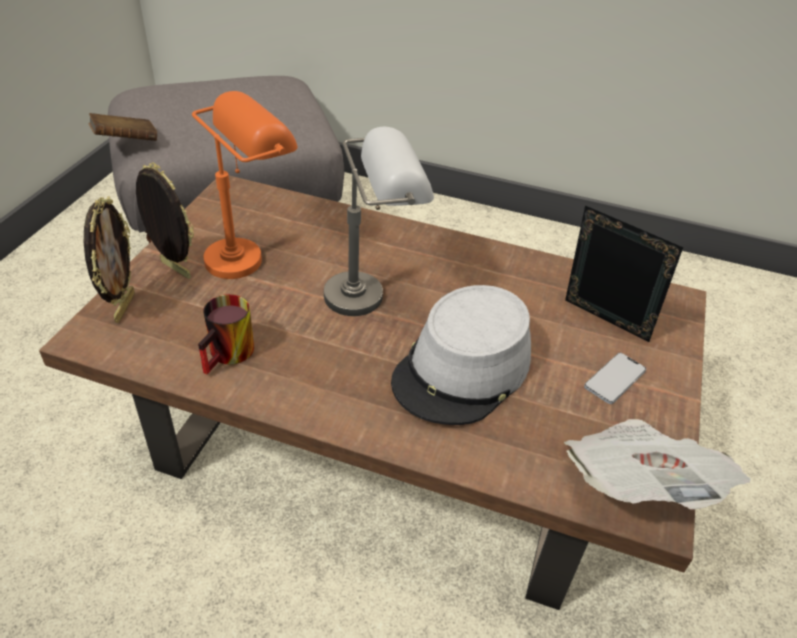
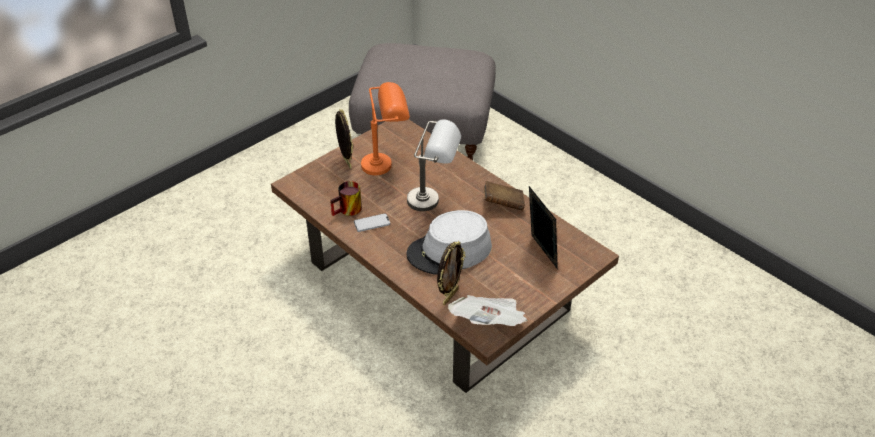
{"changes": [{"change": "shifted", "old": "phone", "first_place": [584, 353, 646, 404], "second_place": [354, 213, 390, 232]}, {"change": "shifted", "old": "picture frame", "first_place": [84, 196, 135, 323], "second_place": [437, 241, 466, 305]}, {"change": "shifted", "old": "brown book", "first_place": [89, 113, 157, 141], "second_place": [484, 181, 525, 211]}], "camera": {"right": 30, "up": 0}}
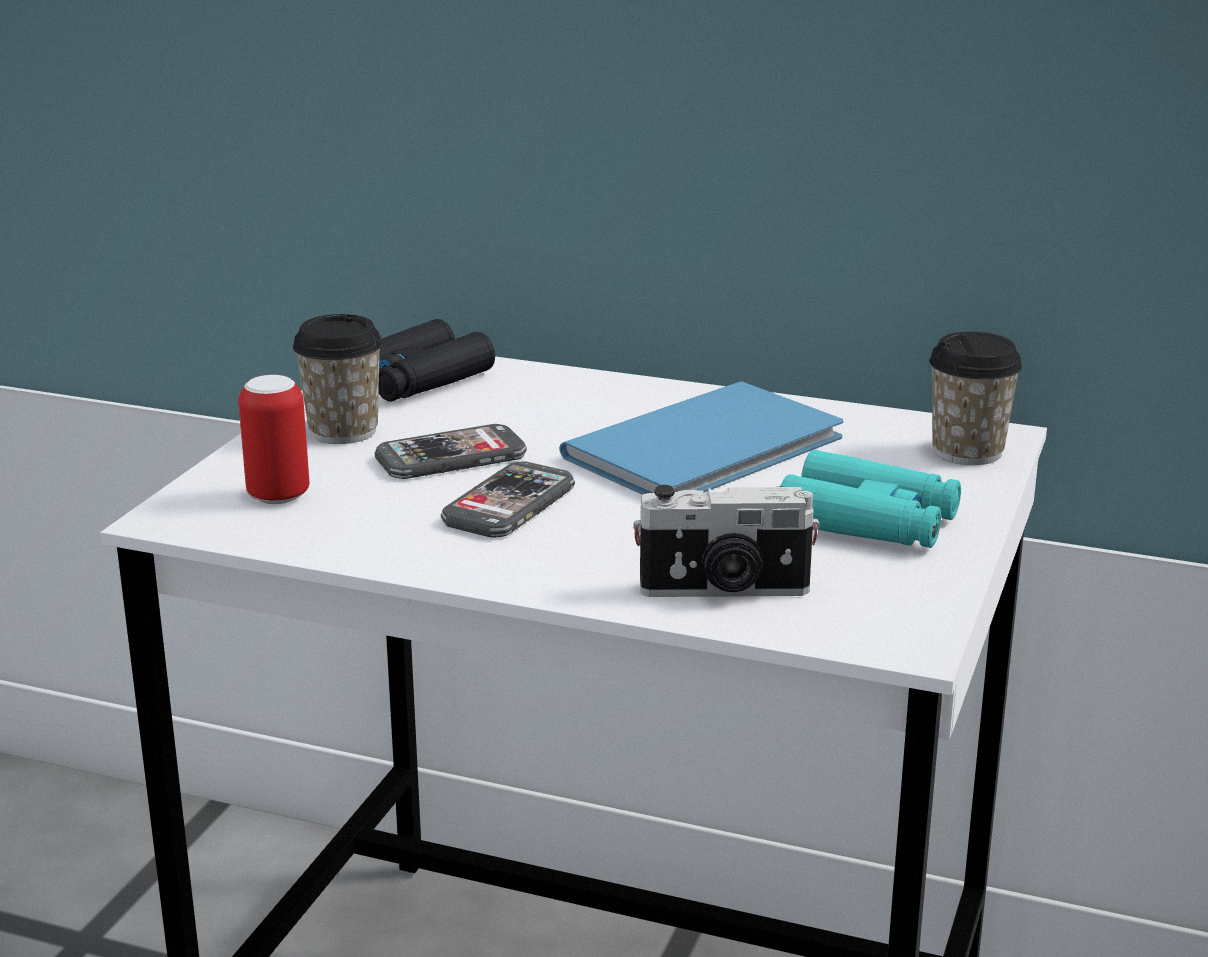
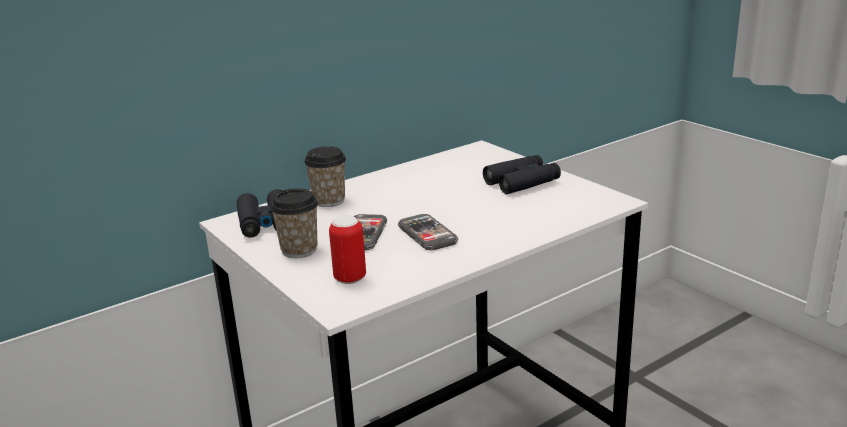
{"changes": [{"change": "shifted", "old": "cup", "first_place": [929, 332, 1022, 465], "second_place": [304, 146, 346, 207]}, {"change": "repainted", "old": "turquoise binoculars", "new": "black binoculars", "first_place": [781, 450, 961, 548], "second_place": [483, 155, 561, 194]}, {"change": "gone", "old": "blue book", "first_place": [559, 381, 843, 495]}, {"change": "gone", "old": "photo camera", "first_place": [633, 485, 820, 597]}], "camera": {"right": -55, "up": 0}}
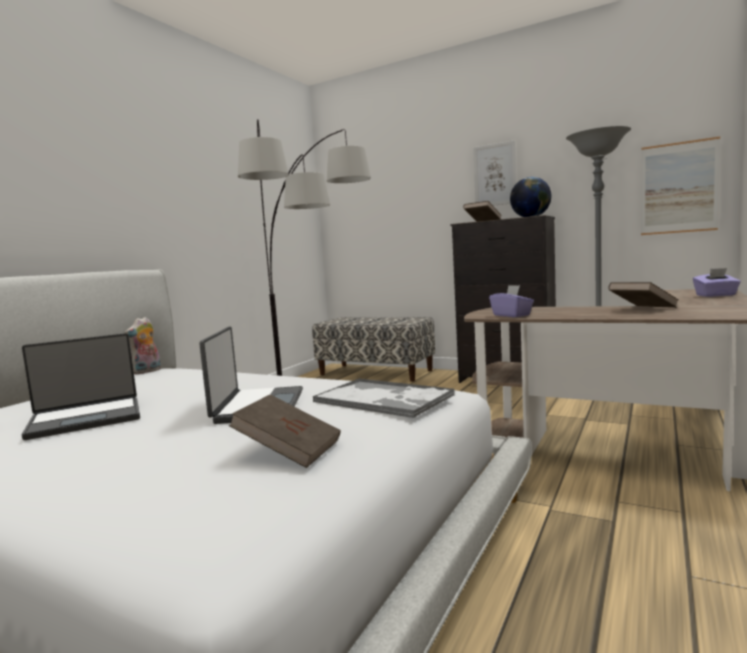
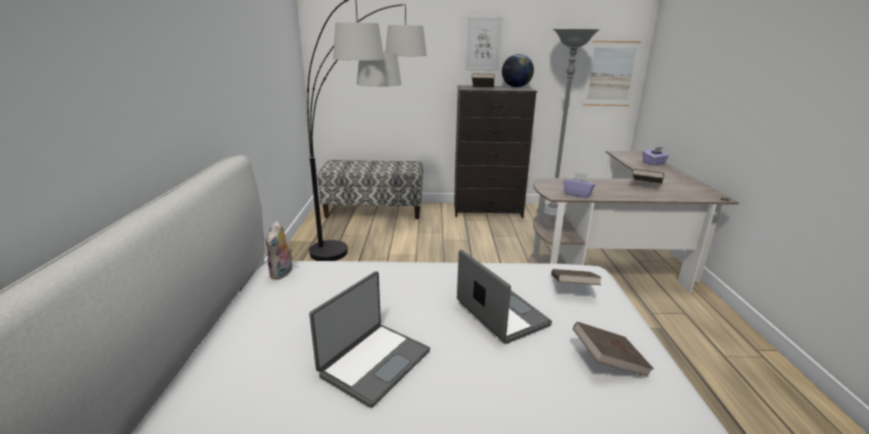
{"changes": [{"change": "swapped", "old": "tray", "new": "brown book", "first_place": [313, 378, 455, 418], "second_place": [551, 269, 602, 285]}], "camera": {"right": -30, "up": 15}}
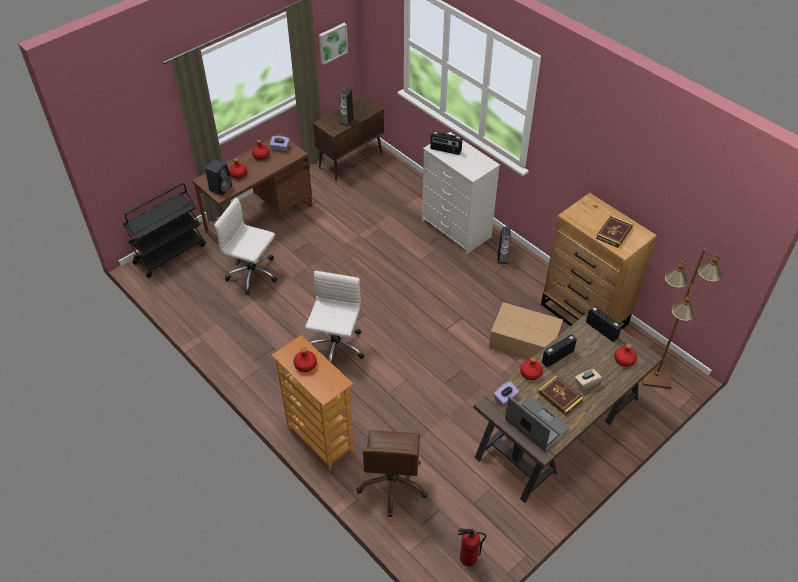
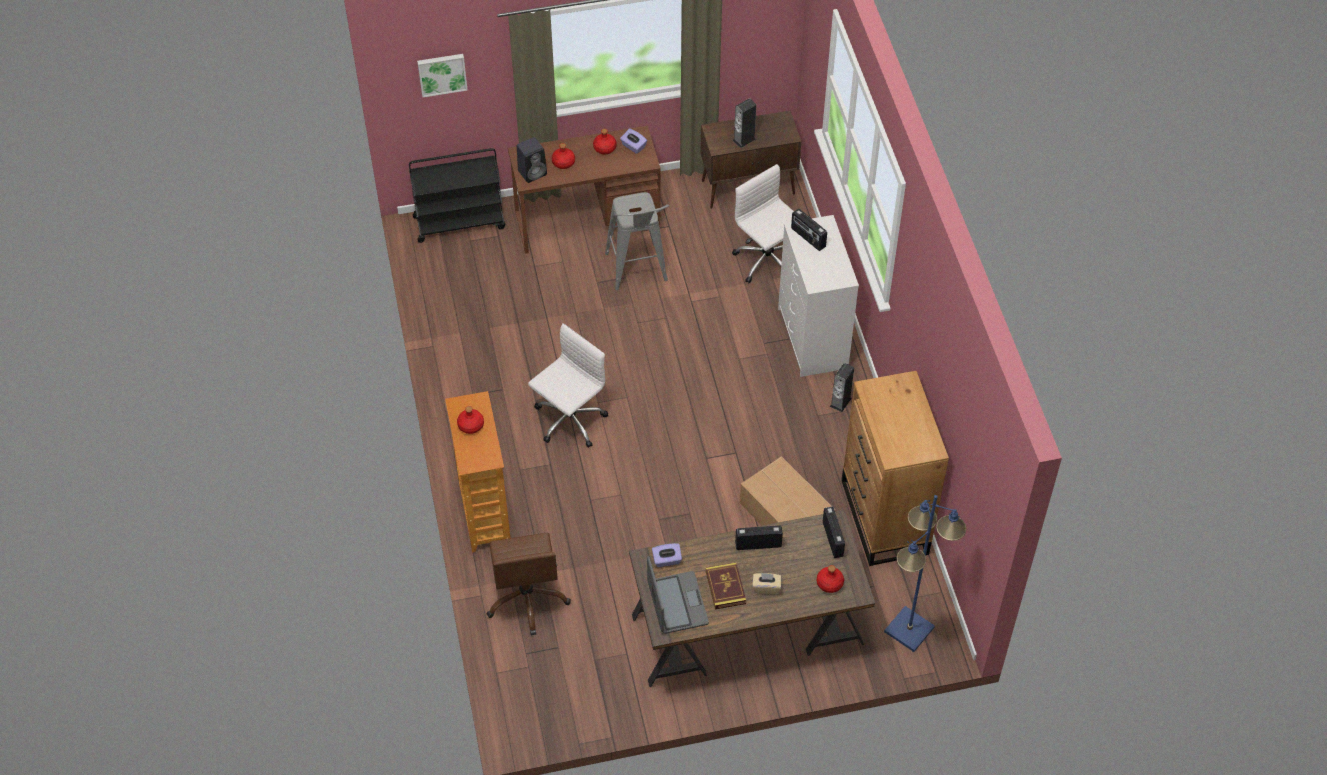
{"changes": [{"change": "shifted", "old": "picture", "first_place": [319, 23, 348, 65], "second_place": [417, 54, 467, 97]}, {"change": "rotated", "old": "brown office chair", "first_place": [357, 430, 428, 517], "second_place": [486, 532, 571, 635], "degrees": -45}, {"change": "new", "new": "grey stool", "second_place": [605, 192, 670, 290]}, {"change": "shifted", "old": "white office chair", "first_place": [214, 198, 277, 295], "second_place": [732, 164, 794, 283]}, {"change": "repainted", "old": "brown floor lamp", "new": "blue floor lamp", "first_place": [643, 248, 723, 389], "second_place": [884, 495, 966, 652]}, {"change": "gone", "old": "fire extinguisher", "first_place": [458, 527, 486, 566]}, {"change": "gone", "old": "red bottle", "first_place": [520, 357, 543, 380]}, {"change": "gone", "old": "book", "first_place": [596, 215, 633, 248]}], "camera": {"right": 30, "up": 5}}
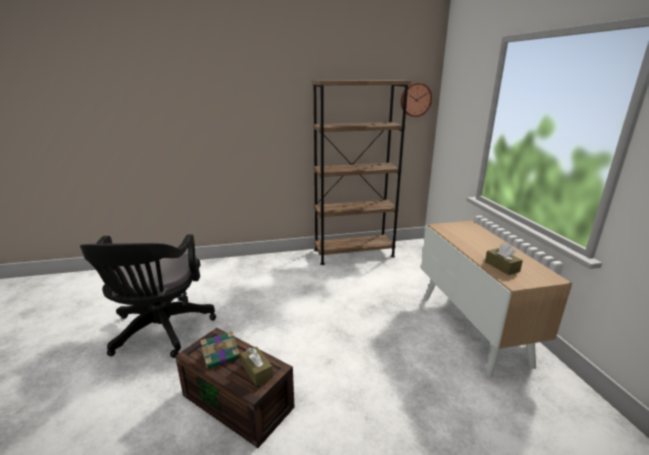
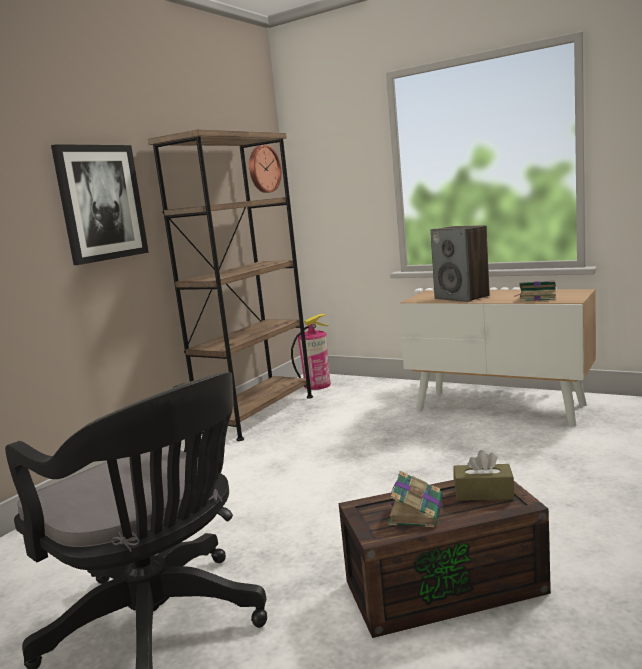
{"changes": [{"change": "new", "new": "picture", "second_place": [51, 144, 149, 265]}, {"change": "new", "new": "fire extinguisher", "second_place": [291, 314, 331, 390]}, {"change": "new", "new": "speaker", "second_place": [430, 225, 490, 302]}, {"change": "swapped", "old": "brown tissue box", "new": "book", "first_place": [485, 243, 523, 275], "second_place": [514, 281, 556, 301]}], "camera": {"right": -45, "up": -10}}
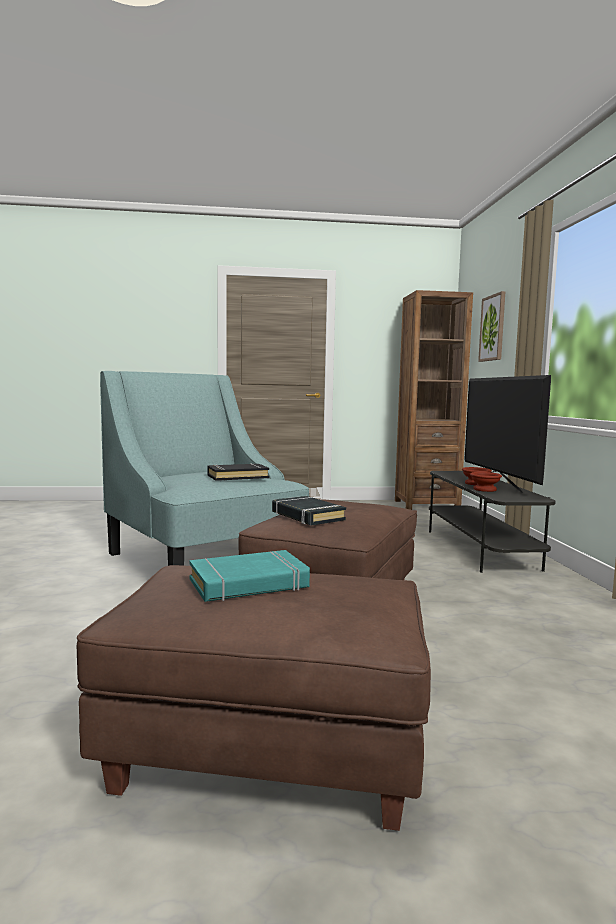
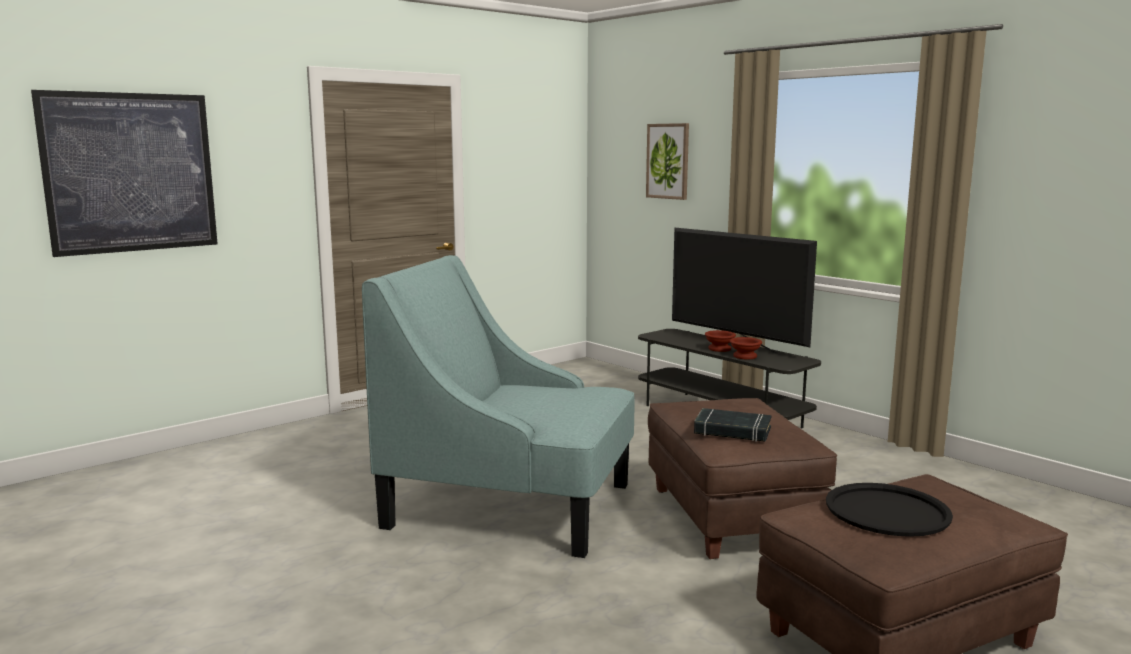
{"changes": [{"change": "new", "new": "picture", "second_place": [31, 90, 218, 257]}, {"change": "swapped", "old": "turquoise book", "new": "black tray", "first_place": [189, 550, 310, 602], "second_place": [826, 483, 953, 537]}, {"change": "gone", "old": "black book", "first_place": [207, 463, 269, 481]}, {"change": "gone", "old": "brown bookcase", "first_place": [395, 290, 473, 510]}], "camera": {"right": -35, "up": 5}}
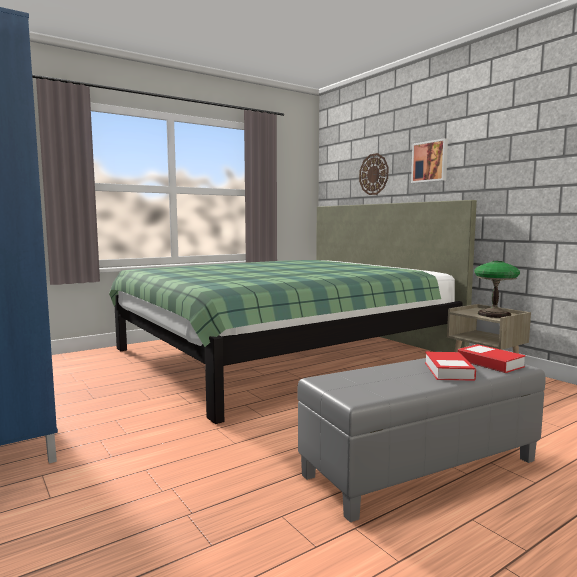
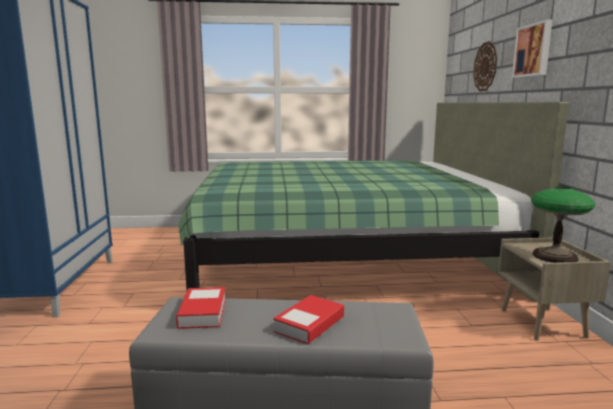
{"changes": [{"change": "shifted", "old": "book", "first_place": [458, 344, 526, 373], "second_place": [176, 287, 226, 329]}], "camera": {"right": 30, "up": 5}}
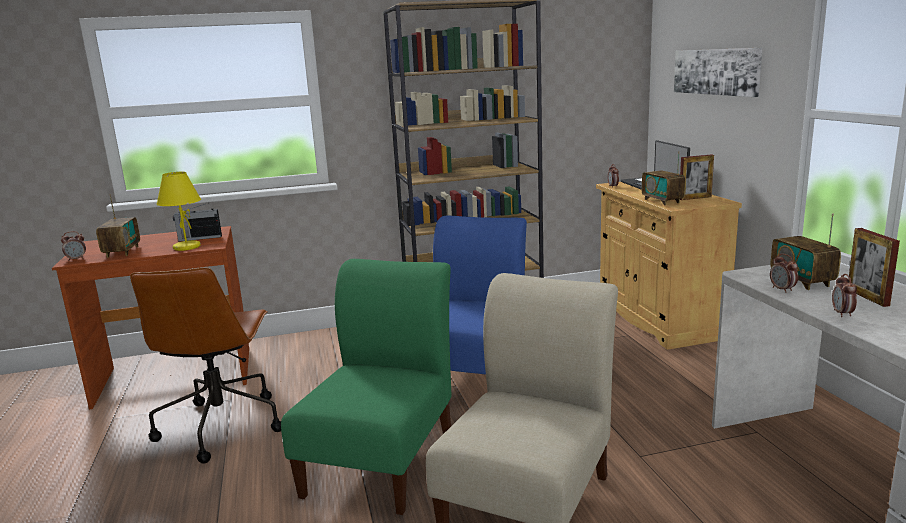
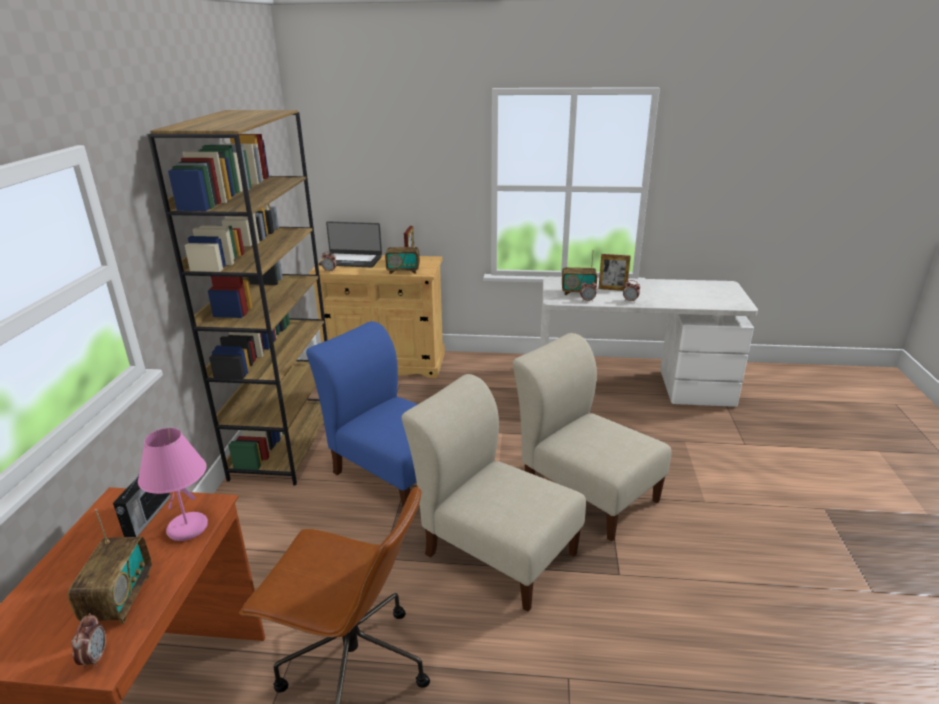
{"changes": [{"change": "rotated", "old": "radio", "first_place": [96, 194, 140, 258], "second_place": [68, 509, 152, 624], "degrees": 75}, {"change": "repainted", "old": "yellow table lamp", "new": "pink table lamp", "first_place": [156, 172, 201, 251], "second_place": [138, 428, 208, 541]}, {"change": "repainted", "old": "green chair", "new": "beige chair", "first_place": [281, 259, 451, 515], "second_place": [402, 374, 586, 612]}, {"change": "gone", "old": "picture", "first_place": [674, 48, 763, 97]}], "camera": {"right": -70, "up": 10}}
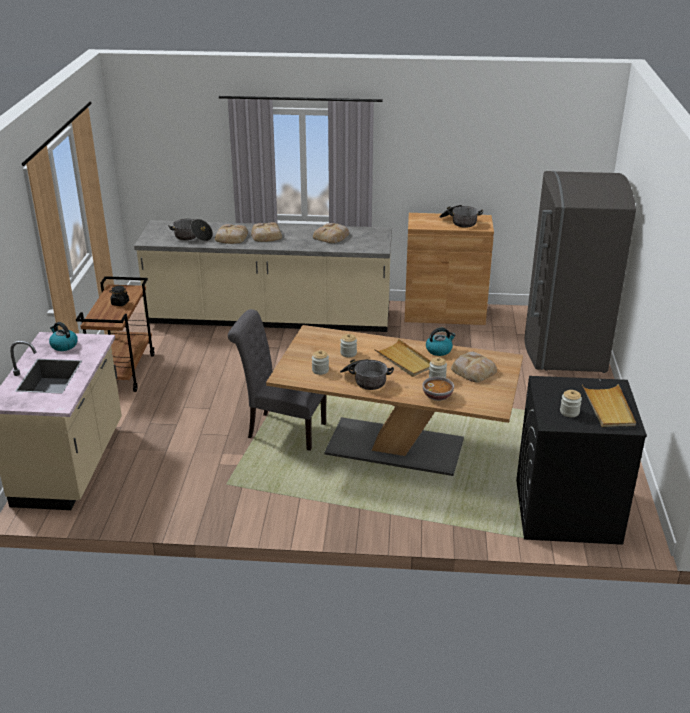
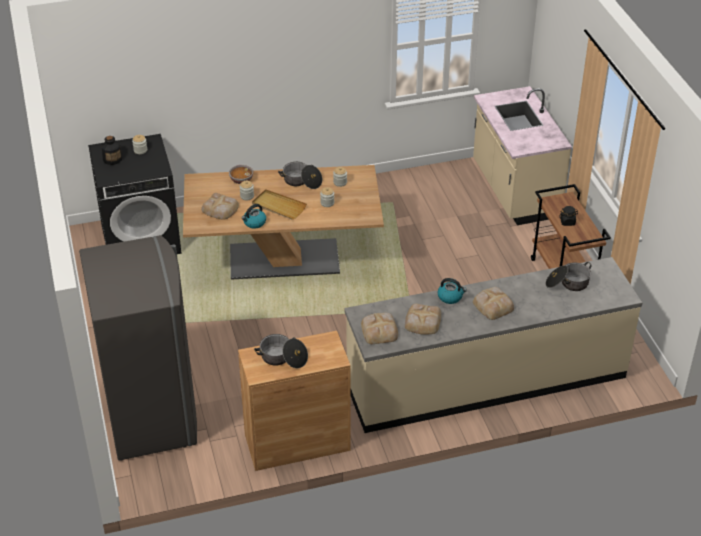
{"changes": [{"change": "swapped", "old": "beige tray", "new": "bottle", "first_place": [582, 384, 636, 427], "second_place": [102, 136, 122, 165]}, {"change": "shifted", "old": "bread", "first_place": [215, 224, 248, 244], "second_place": [361, 313, 398, 344]}, {"change": "shifted", "old": "kettle", "first_place": [49, 322, 78, 351], "second_place": [438, 278, 467, 304]}, {"change": "gone", "old": "grey chair", "first_place": [228, 309, 326, 451]}], "camera": {"right": 160, "up": 10}}
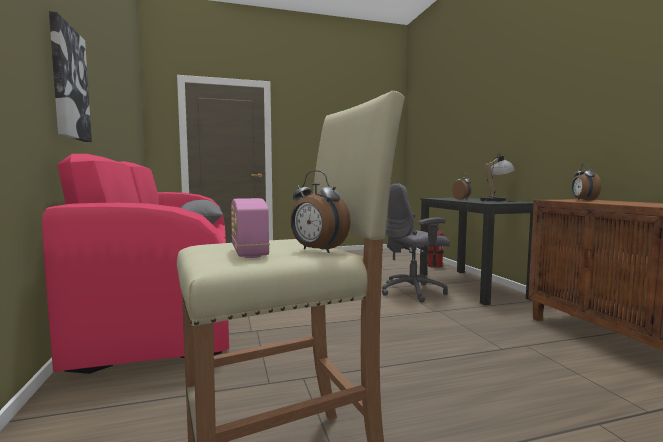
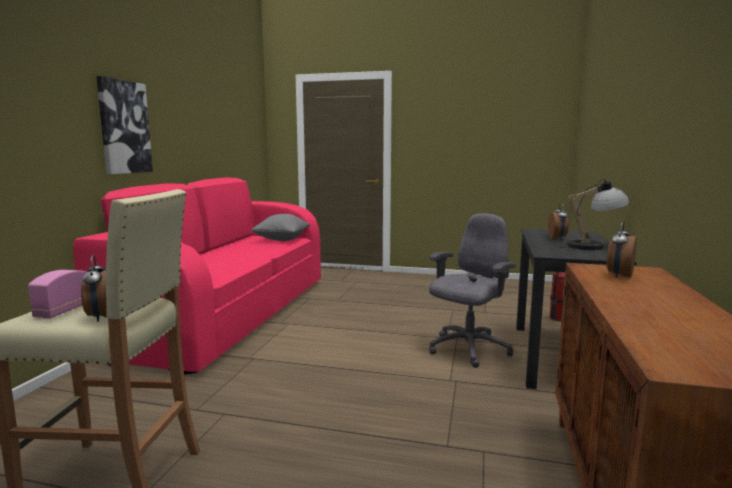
{"changes": [{"change": "rotated", "old": "grey office chair", "first_place": [382, 183, 450, 302], "second_place": [429, 213, 516, 368], "degrees": 120}], "camera": {"right": 30, "up": 5}}
